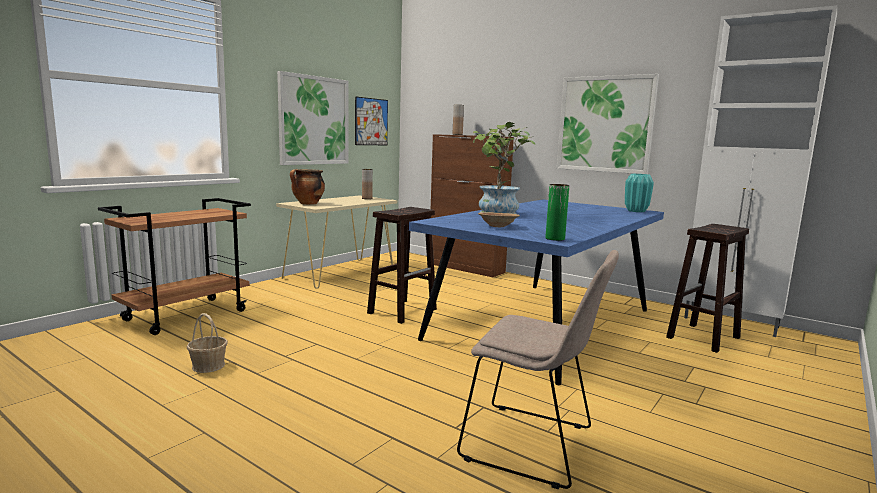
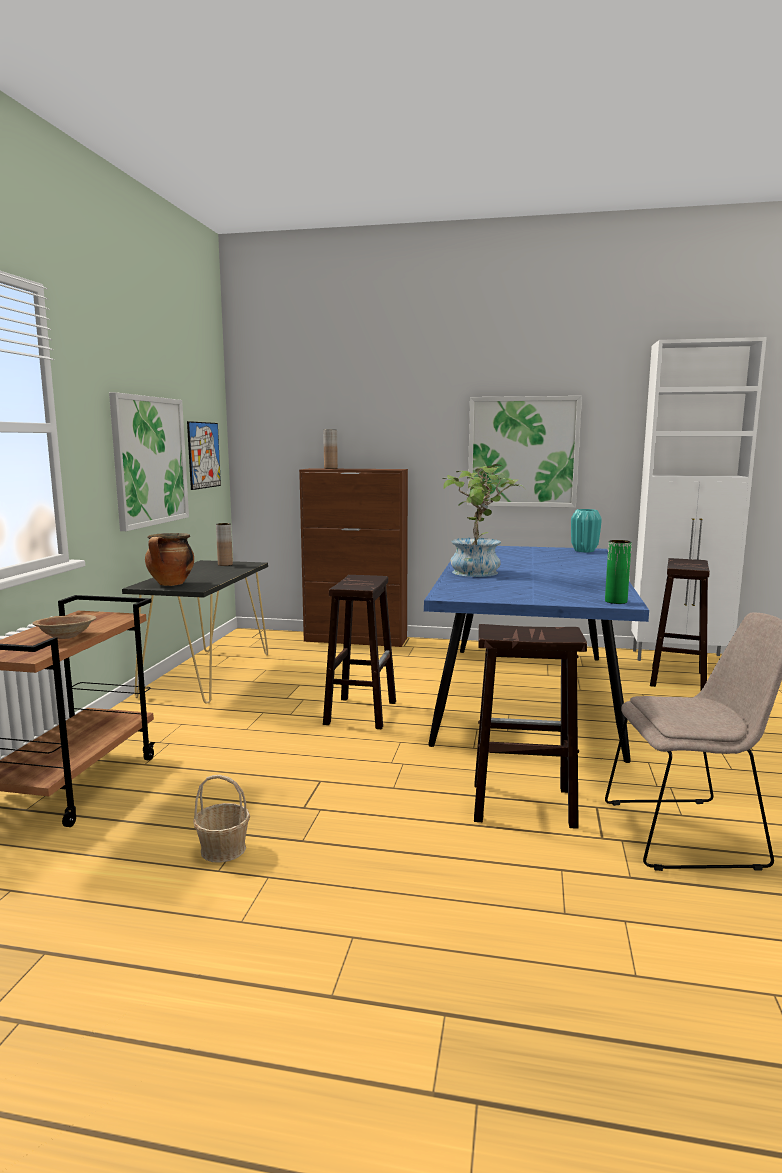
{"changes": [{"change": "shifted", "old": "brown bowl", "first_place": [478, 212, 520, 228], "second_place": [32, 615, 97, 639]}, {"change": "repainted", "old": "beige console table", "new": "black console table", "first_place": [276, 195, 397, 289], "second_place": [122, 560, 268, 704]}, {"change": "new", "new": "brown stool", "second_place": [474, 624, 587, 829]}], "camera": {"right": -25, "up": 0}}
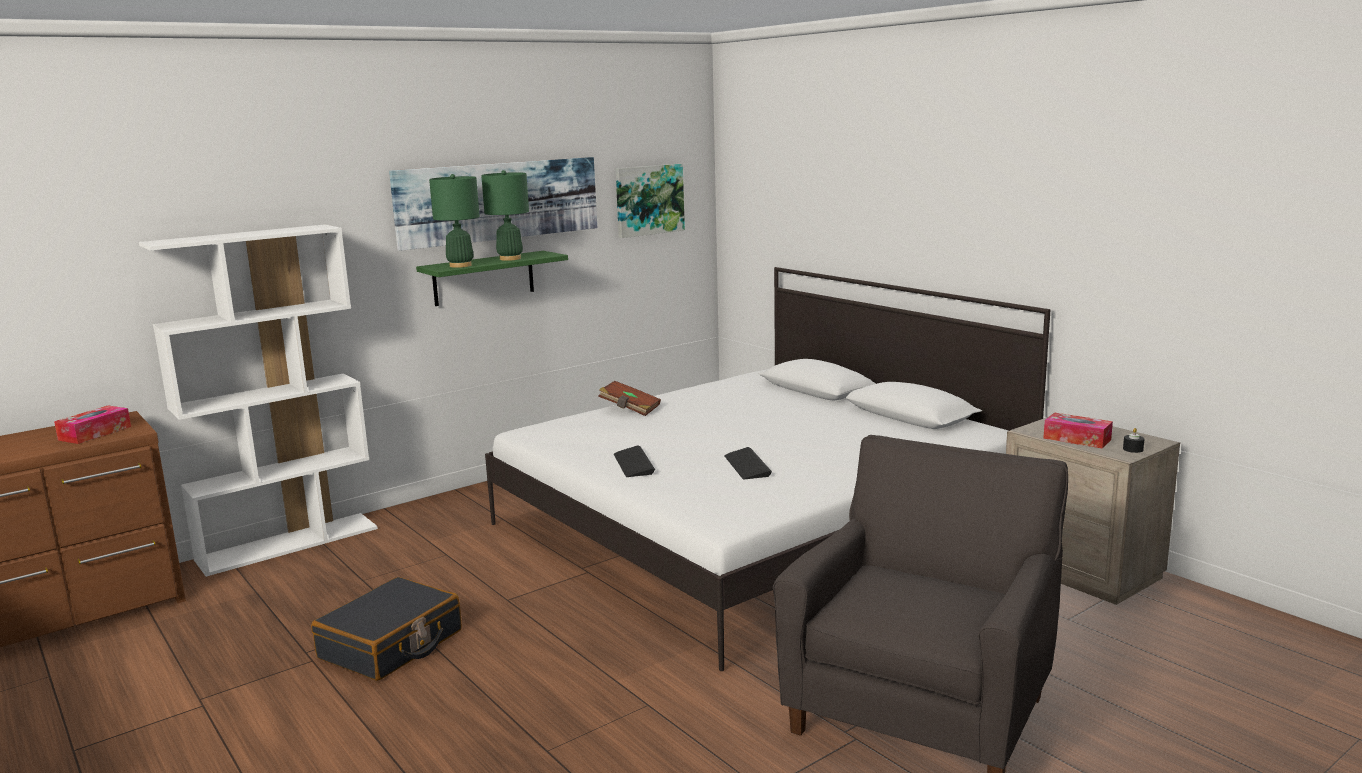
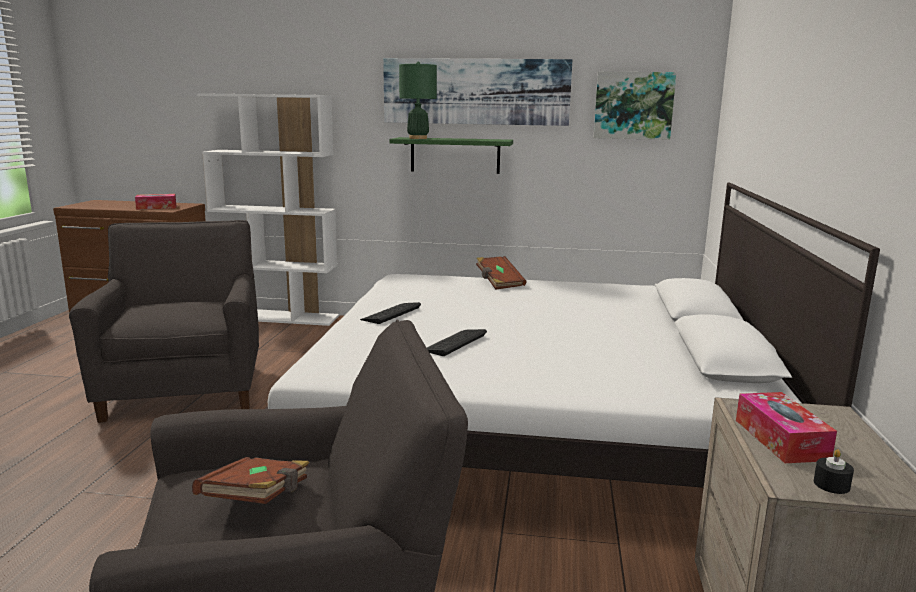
{"changes": [{"change": "swapped", "old": "black suitcase", "new": "grey armchair", "first_place": [311, 577, 462, 681], "second_place": [69, 220, 259, 423]}, {"change": "new", "new": "brown book", "second_place": [192, 457, 309, 504]}, {"change": "gone", "old": "green table lamp", "first_place": [481, 170, 529, 261]}], "camera": {"right": 45, "up": 0}}
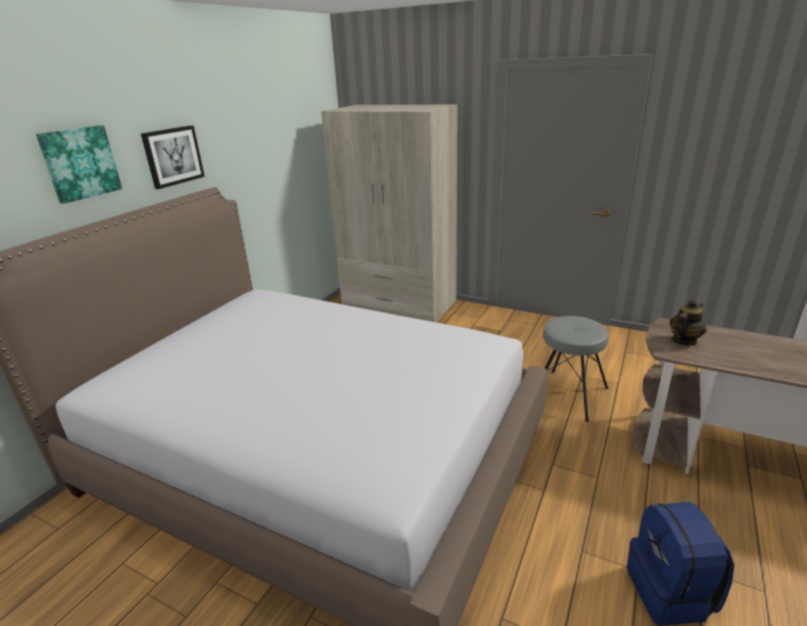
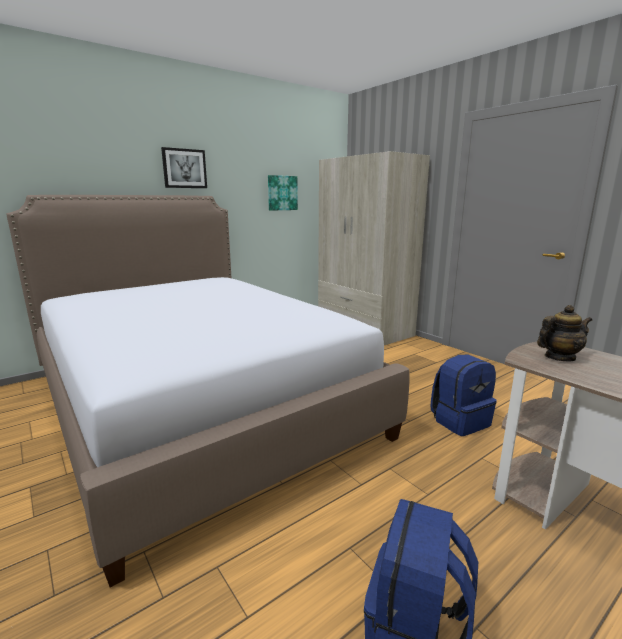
{"changes": [{"change": "shifted", "old": "picture", "first_place": [36, 125, 122, 204], "second_place": [268, 175, 298, 211]}, {"change": "swapped", "old": "grey stool", "new": "blue backpack", "first_place": [543, 316, 609, 422], "second_place": [431, 355, 497, 436]}], "camera": {"right": 25, "up": -10}}
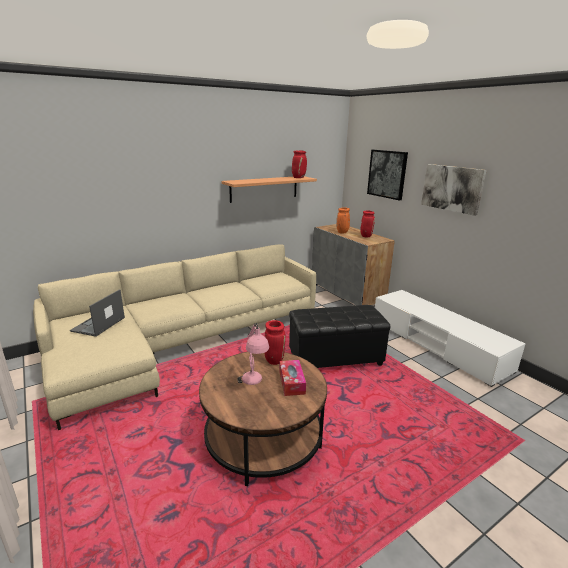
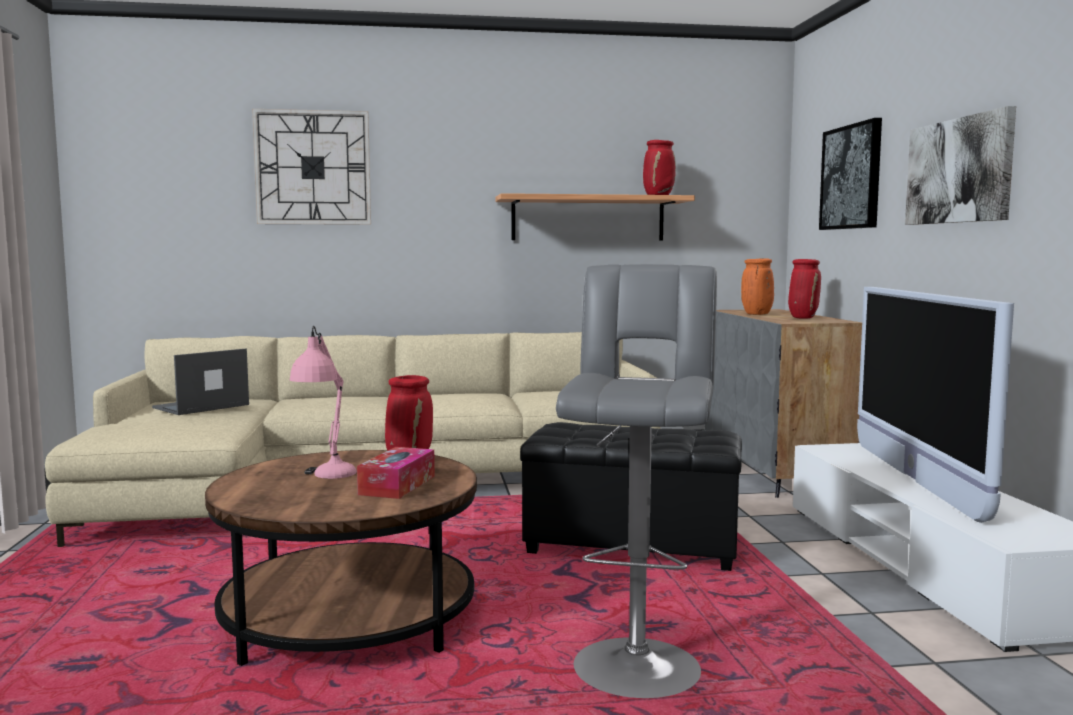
{"changes": [{"change": "new", "new": "wall clock", "second_place": [252, 109, 371, 225]}, {"change": "new", "new": "grey stool", "second_place": [556, 264, 717, 698]}, {"change": "new", "new": "television", "second_place": [857, 287, 1014, 523]}], "camera": {"right": 25, "up": -15}}
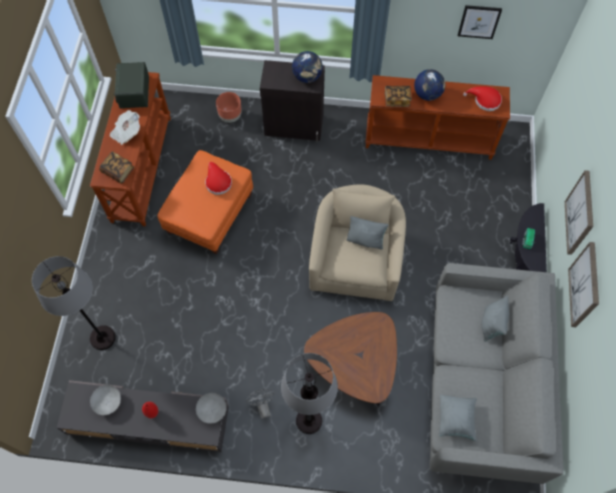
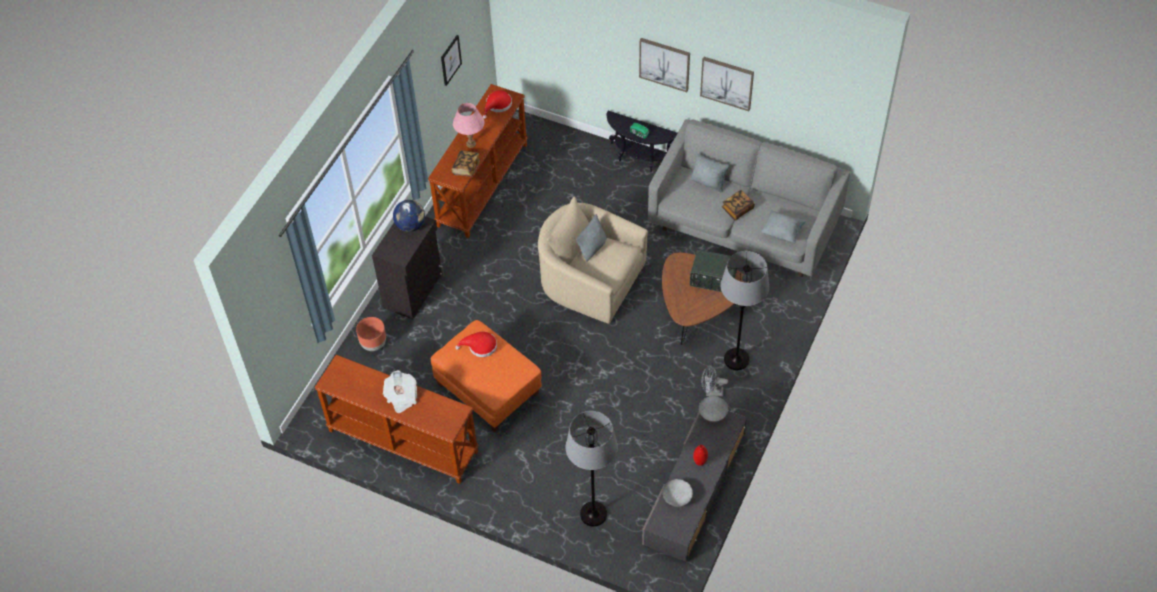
{"changes": [{"change": "swapped", "old": "globe", "new": "pink table lamp", "first_place": [414, 69, 445, 101], "second_place": [453, 103, 485, 148]}, {"change": "shifted", "old": "radio", "first_place": [114, 62, 149, 109], "second_place": [690, 250, 737, 292]}, {"change": "shifted", "old": "book", "first_place": [99, 151, 135, 184], "second_place": [722, 190, 755, 221]}], "camera": {"right": -70, "up": -10}}
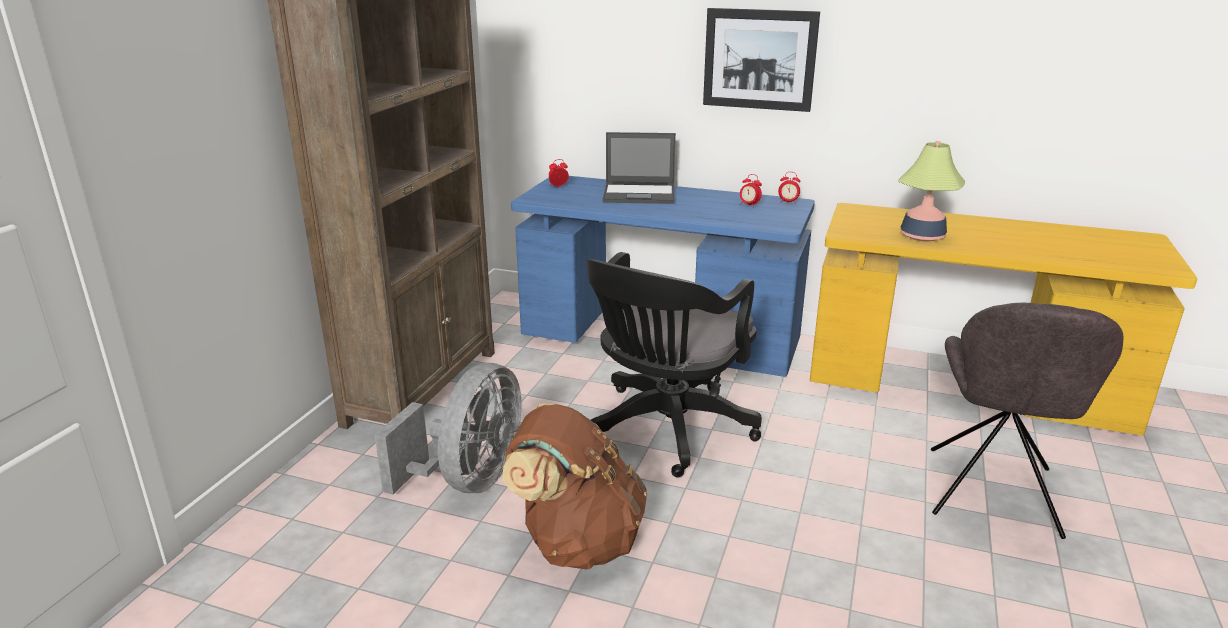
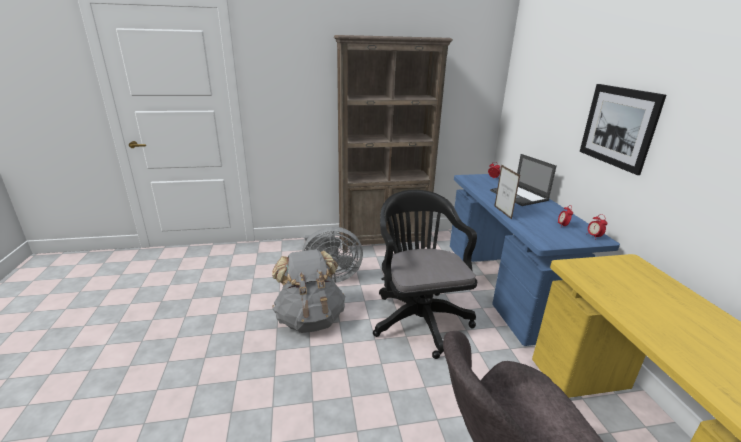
{"changes": [{"change": "repainted", "old": "brown backpack", "new": "grey backpack", "first_place": [502, 403, 647, 570], "second_place": [272, 249, 345, 333]}, {"change": "rotated", "old": "black office chair", "first_place": [587, 252, 762, 478], "second_place": [373, 190, 477, 359], "degrees": 75}, {"change": "new", "new": "picture frame", "second_place": [495, 164, 520, 220]}, {"change": "gone", "old": "table lamp", "first_place": [898, 141, 965, 242]}], "camera": {"right": 60, "up": 0}}
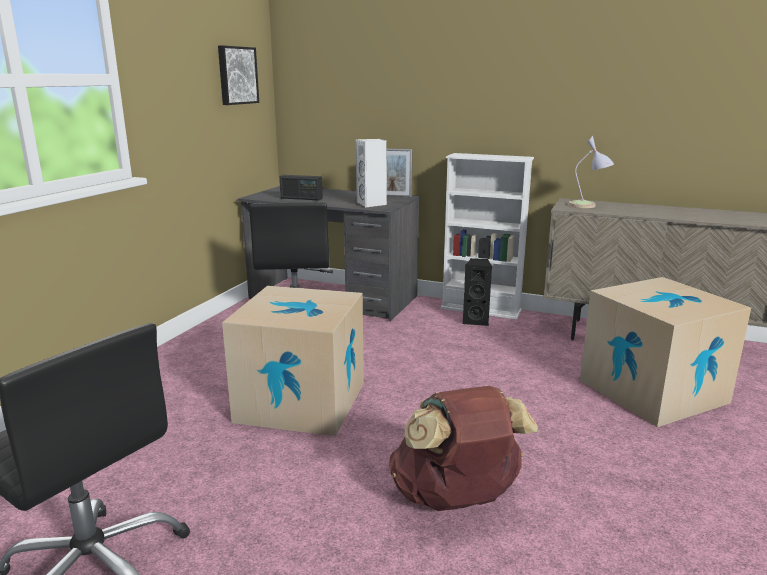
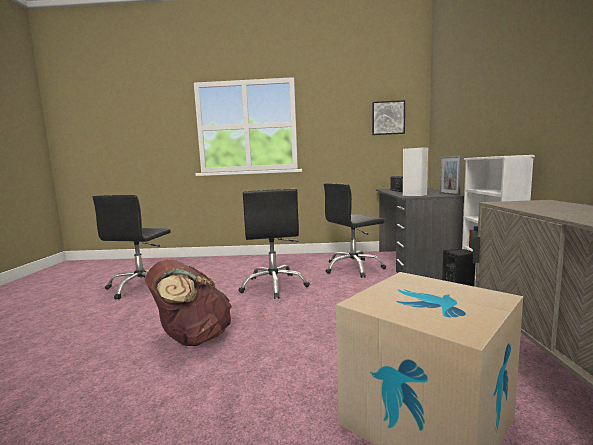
{"changes": [{"change": "swapped", "old": "cardboard box", "new": "black office chair", "first_place": [222, 286, 364, 436], "second_place": [238, 189, 310, 299]}, {"change": "gone", "old": "table lamp", "first_place": [568, 136, 614, 208]}], "camera": {"right": 70, "up": -10}}
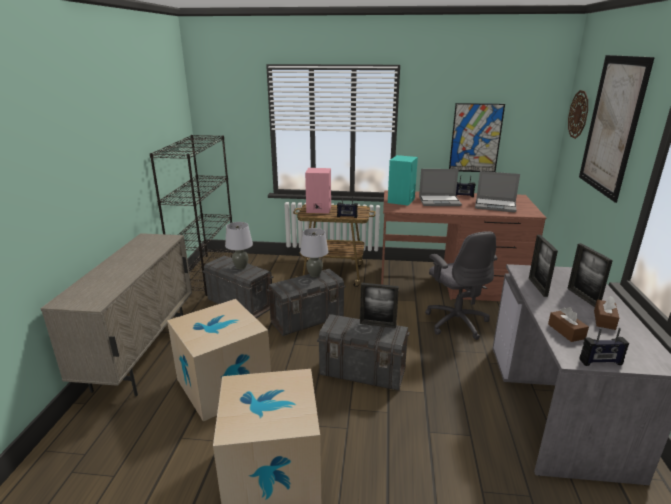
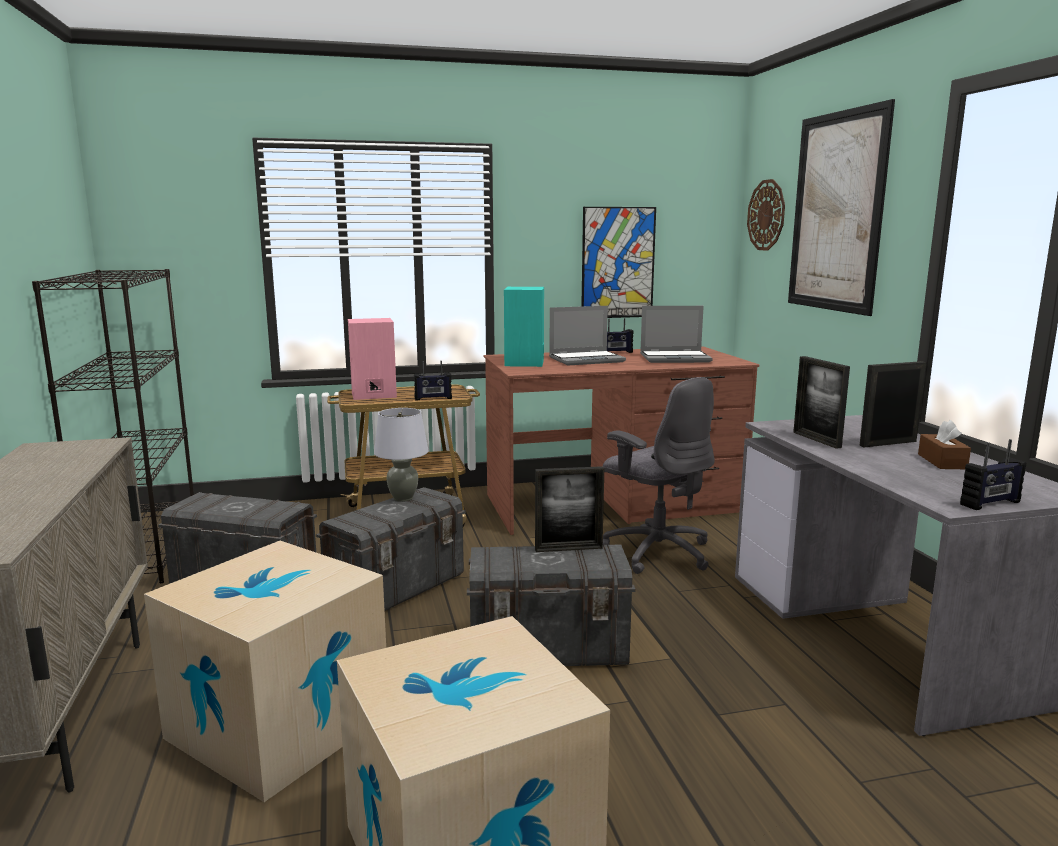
{"changes": [{"change": "rotated", "old": "picture frame", "first_place": [567, 243, 613, 307], "second_place": [859, 361, 926, 447], "degrees": 105}, {"change": "gone", "old": "grey table lamp", "first_place": [225, 222, 253, 269]}, {"change": "gone", "old": "brown tissue box", "first_place": [548, 307, 589, 342]}], "camera": {"right": -20, "up": -10}}
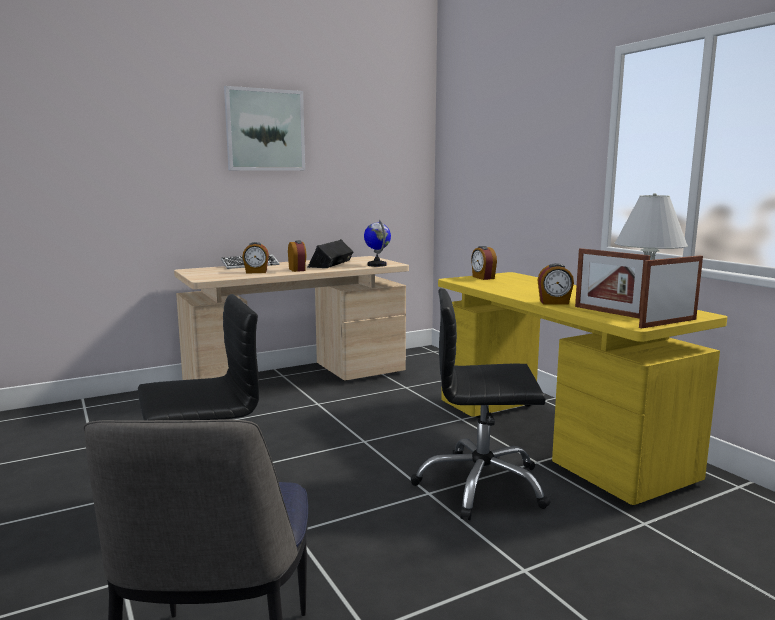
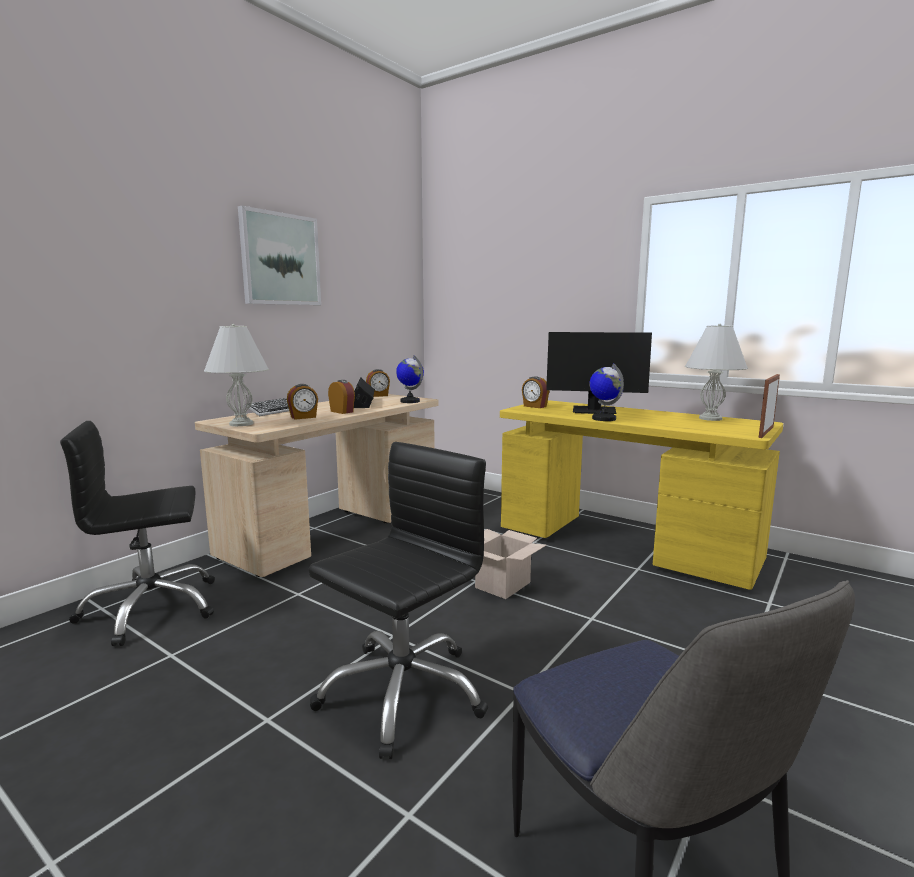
{"changes": [{"change": "shifted", "old": "black office chair", "first_place": [411, 288, 550, 520], "second_place": [60, 421, 215, 646]}, {"change": "new", "new": "white table lamp", "second_place": [204, 324, 269, 426]}, {"change": "shifted", "old": "alarm clock", "first_place": [537, 263, 574, 305], "second_place": [366, 369, 390, 397]}, {"change": "new", "new": "cardboard box", "second_place": [475, 529, 546, 599]}, {"change": "new", "new": "monitor", "second_place": [546, 332, 652, 415]}, {"change": "new", "new": "globe", "second_place": [589, 363, 624, 421]}, {"change": "gone", "old": "picture frame", "first_place": [575, 248, 650, 319]}], "camera": {"right": -25, "up": 0}}
